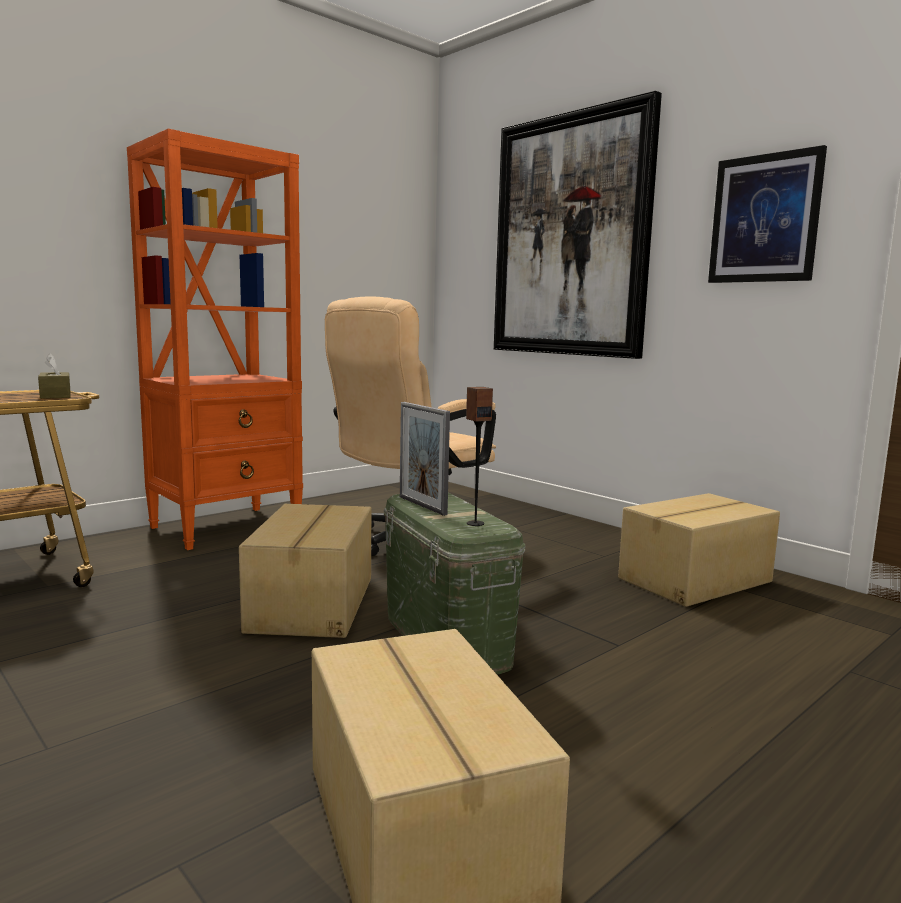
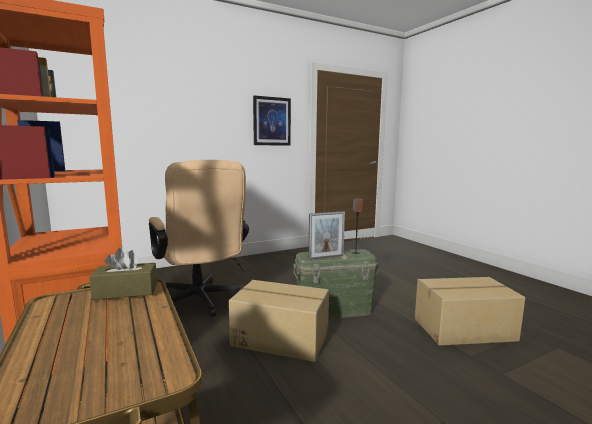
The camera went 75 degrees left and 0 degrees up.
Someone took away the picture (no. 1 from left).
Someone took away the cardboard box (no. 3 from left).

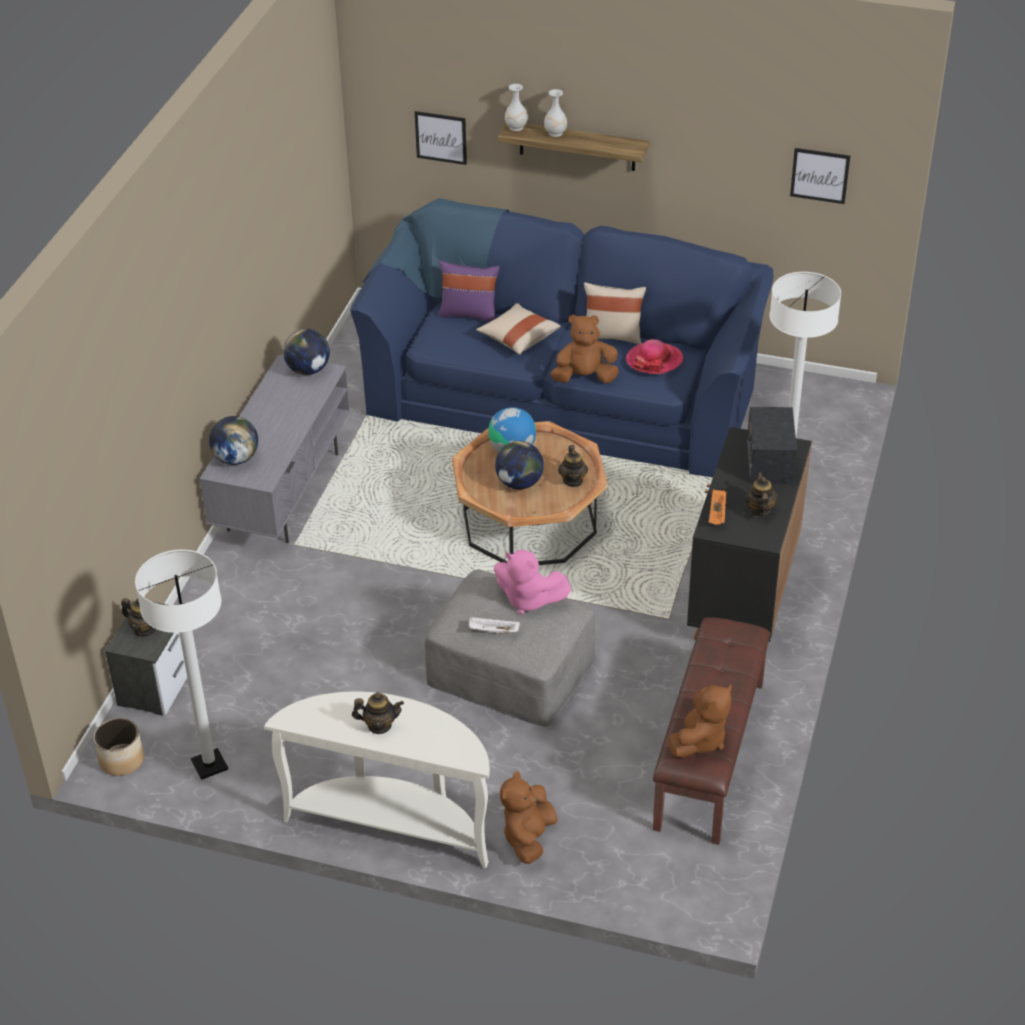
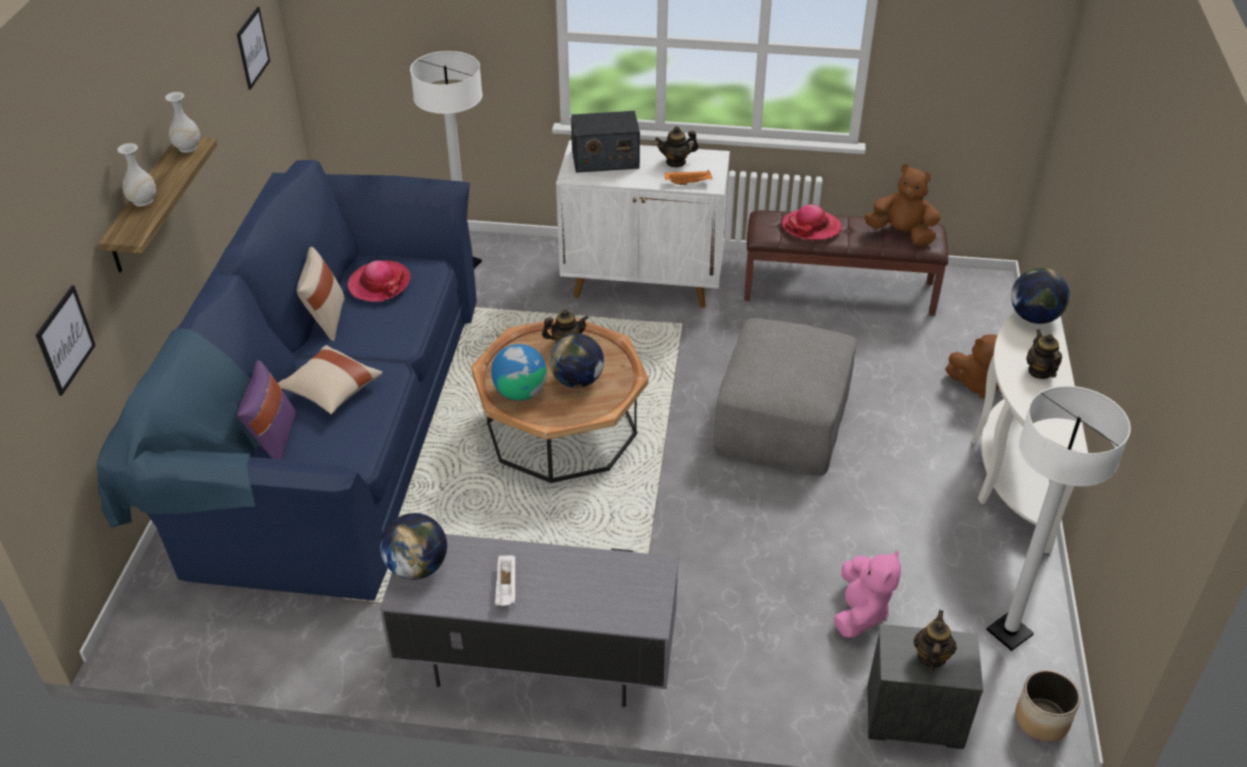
The camera went 100 degrees left and 0 degrees up.
Someone carried the white vase (no. 1 from left in the first image).
Someone took away the brown plush toy (no. 2 from left).
Someone carried the globe (no. 1 from left in the first image).
Someone repainted the black cabinet, which became the white cabinet.
Someone carried the pink plush toy.
Someone carried the white tray.
Someone put down the hat (no. 2 from left).

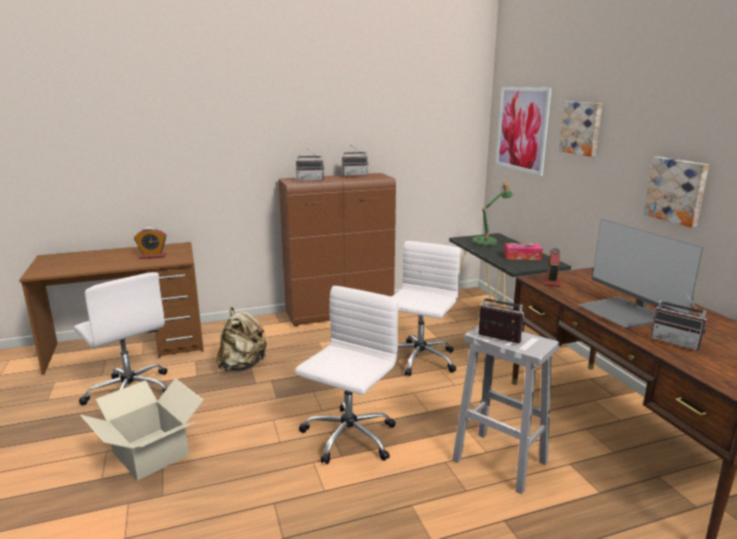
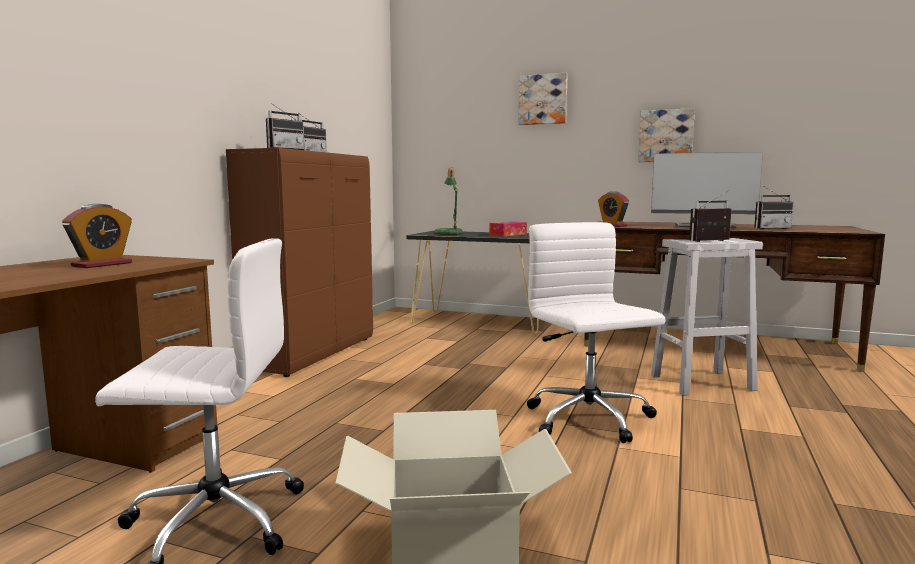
The camera went 50 degrees left and 10 degrees down.
Someone took away the picture (no. 1 from left).
Someone took away the white office chair (no. 3 from left).
Someone took away the beige backpack.

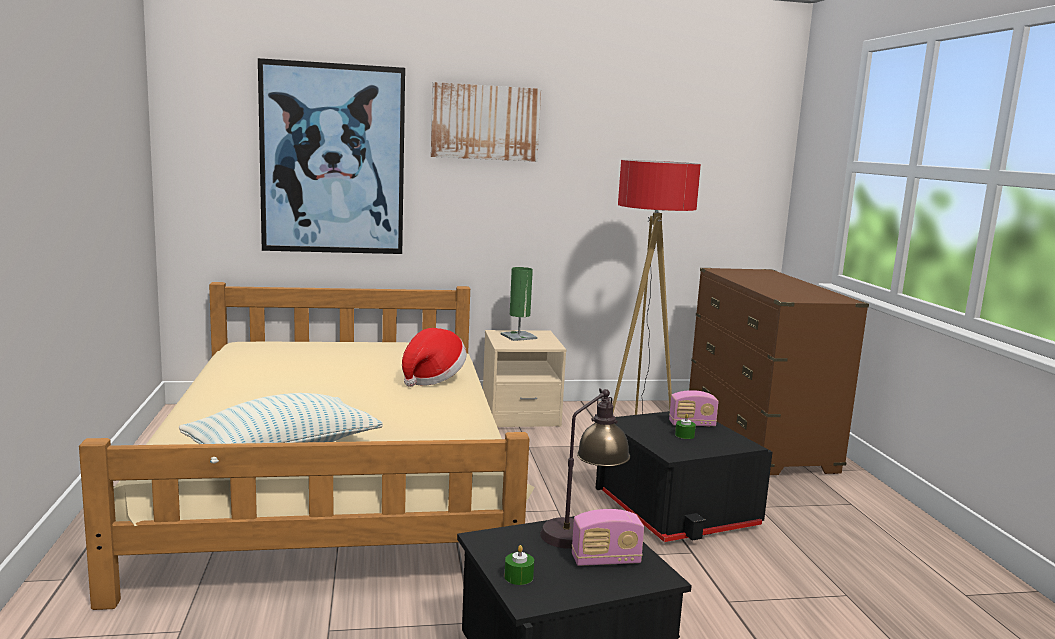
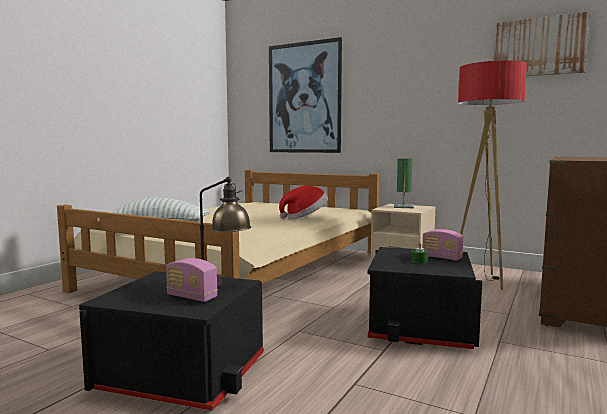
The camera went 40 degrees right and 5 degrees down.
Someone carried the picture (no. 2 from left).
Someone took away the green candle (no. 1 from left).

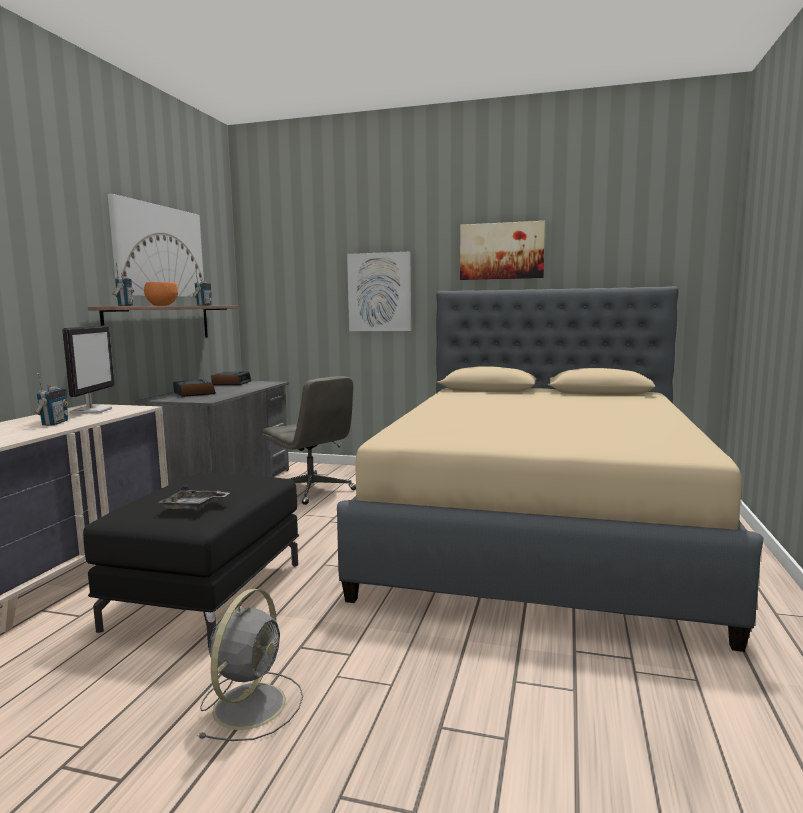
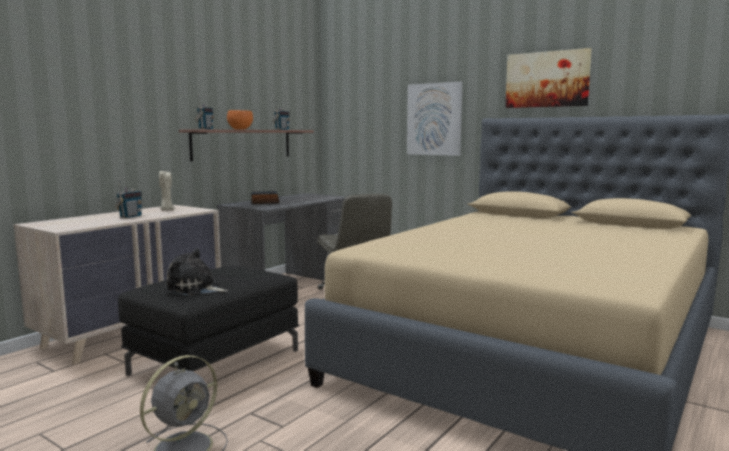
The camera went 20 degrees right and 0 degrees up.
Someone took away the picture (no. 1 from left).
Someone swapped the monitor for the beige candle.
Someone took away the alarm clock (no. 2 from left).
Someone swapped the grey tray for the plush toy.

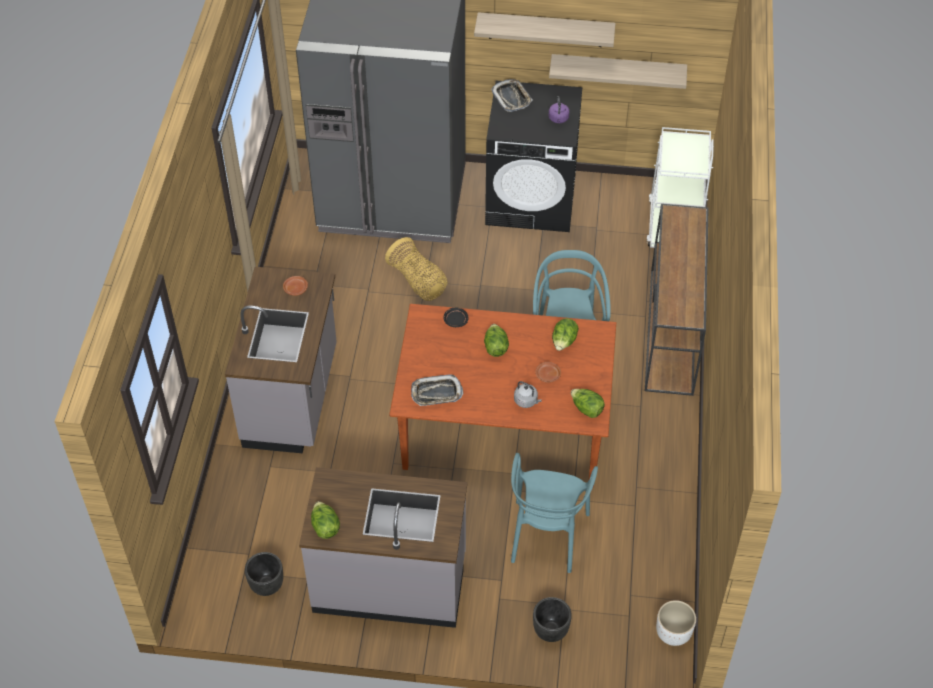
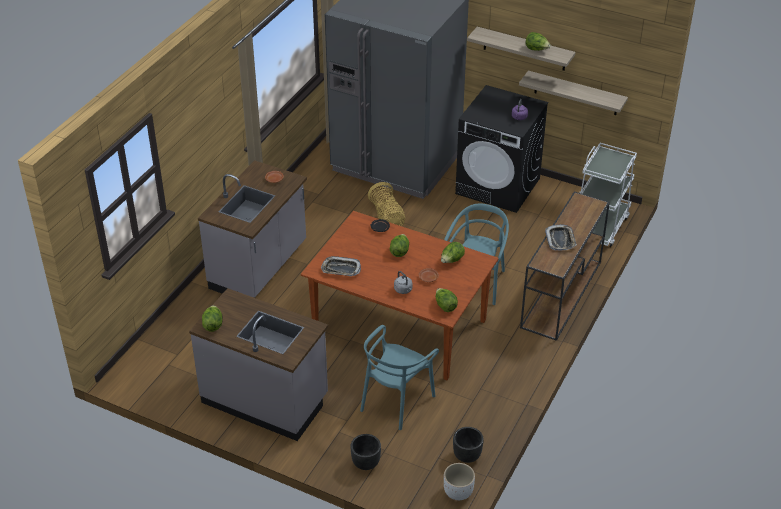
The camera went 20 degrees right and 10 degrees down.
Someone carried the tray (no. 2 from left).
Someone carried the black planter (no. 1 from left in the first image).
Someone put down the lettuce (no. 5 from left).

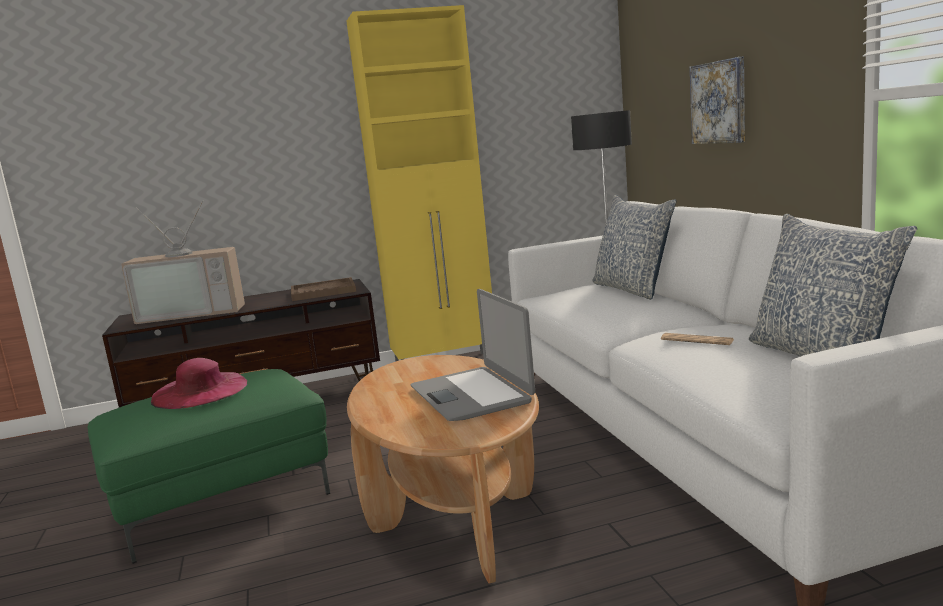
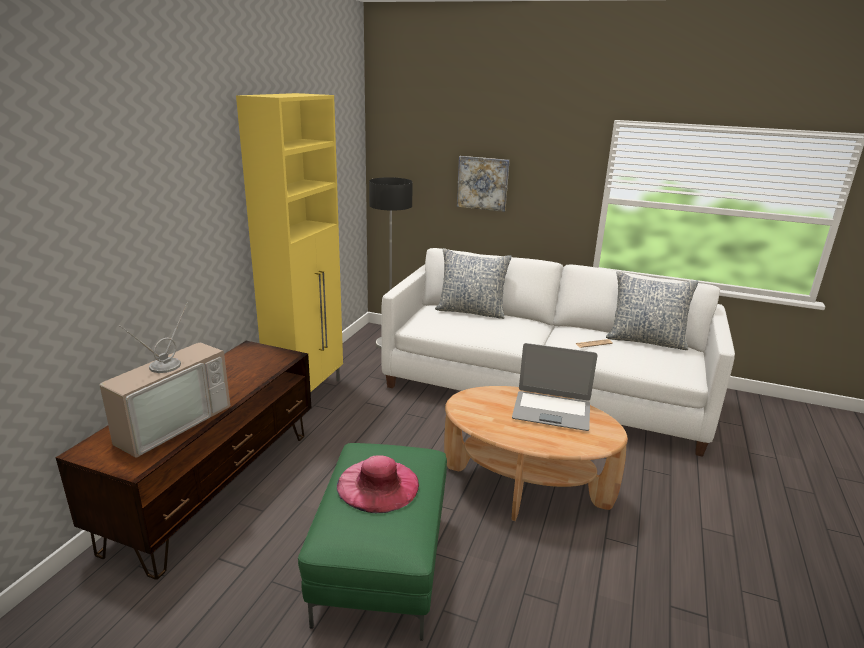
The camera went 55 degrees left and 10 degrees up.
Someone took away the brown tray.

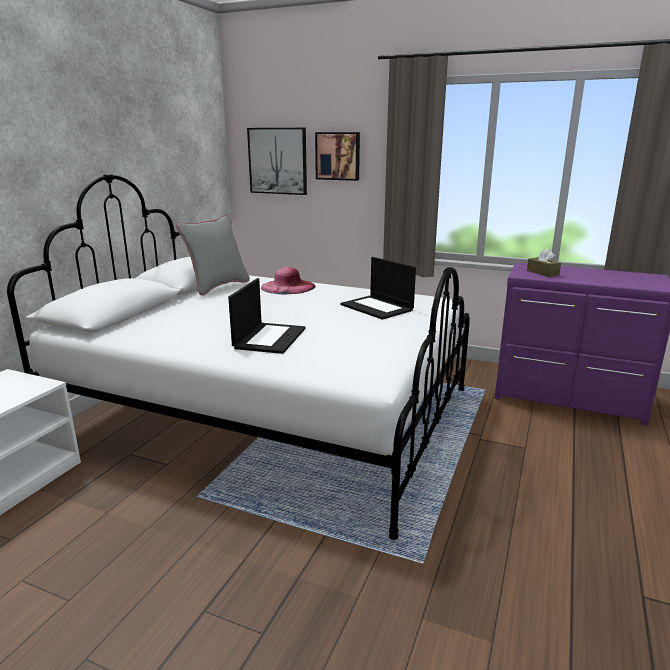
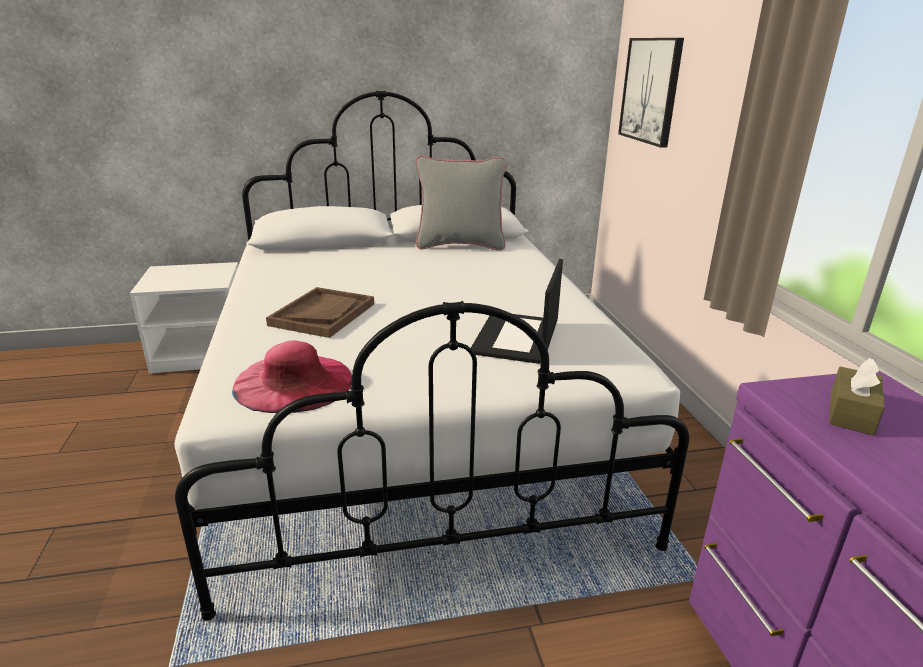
The camera went 55 degrees right and 5 degrees up.
Someone took away the picture (no. 2 from left).
Someone carried the pink hat.
Someone swapped the laptop (no. 1 from left) for the brown tray.

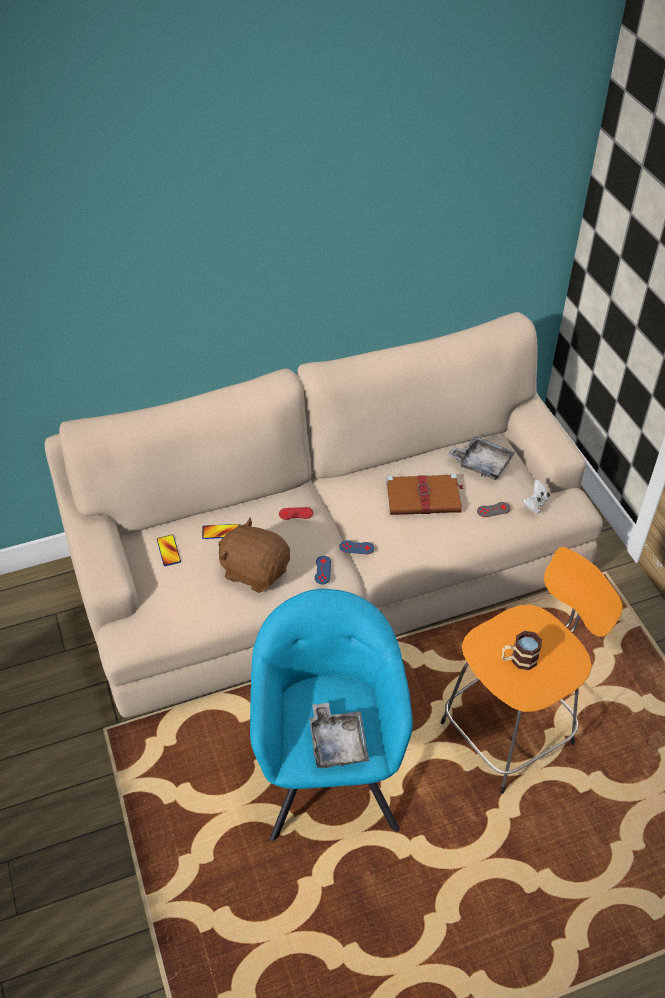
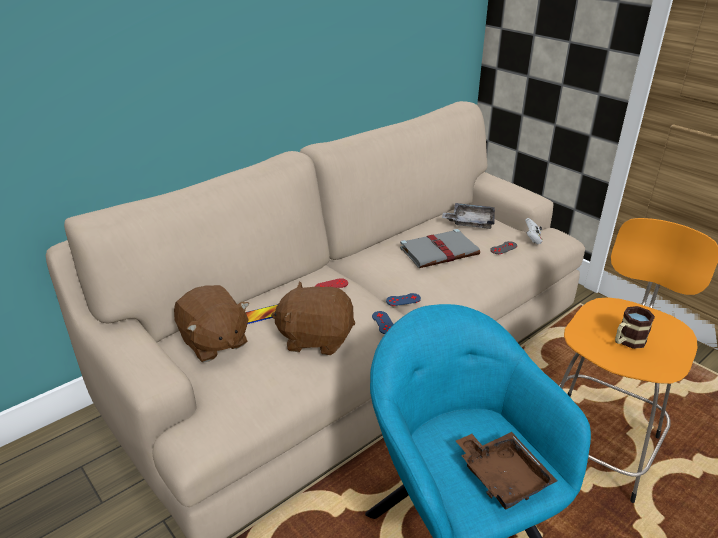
The camera went 20 degrees left and 15 degrees down.
Someone repainted the brown book, which became the grey book.
Someone swapped the phone (no. 1 from left) for the brown plush toy (no. 1 from left).
Someone repainted the grey tray (no. 1 from left), which became the brown tray.

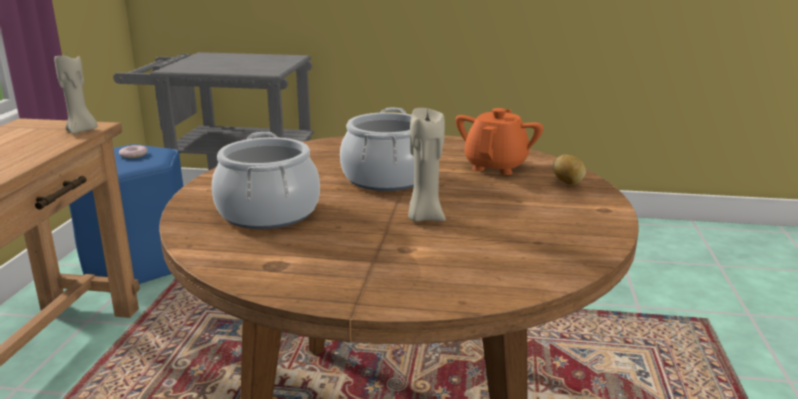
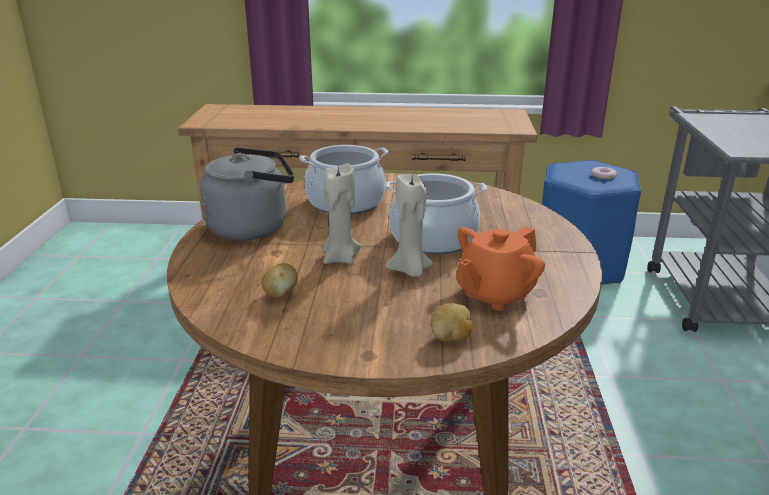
The camera went 85 degrees right and 5 degrees up.
Someone carried the beige candle (no. 1 from left in the first image).
Someone rotated the orange teapot by 120 degrees clockwise.
Someone put down the grey kettle.
Someone put down the potato (no. 1 from left).

